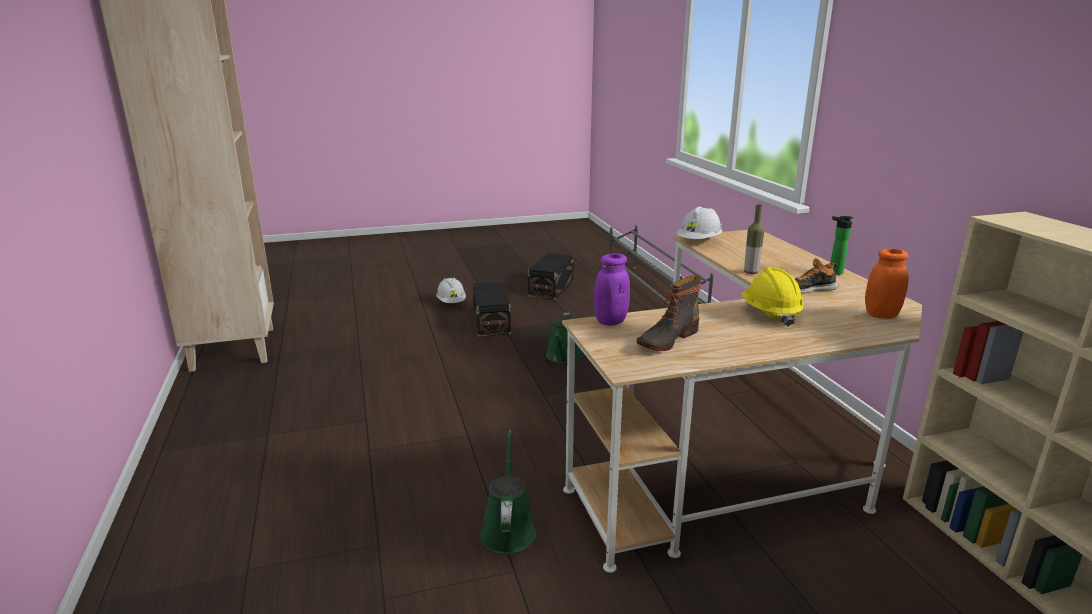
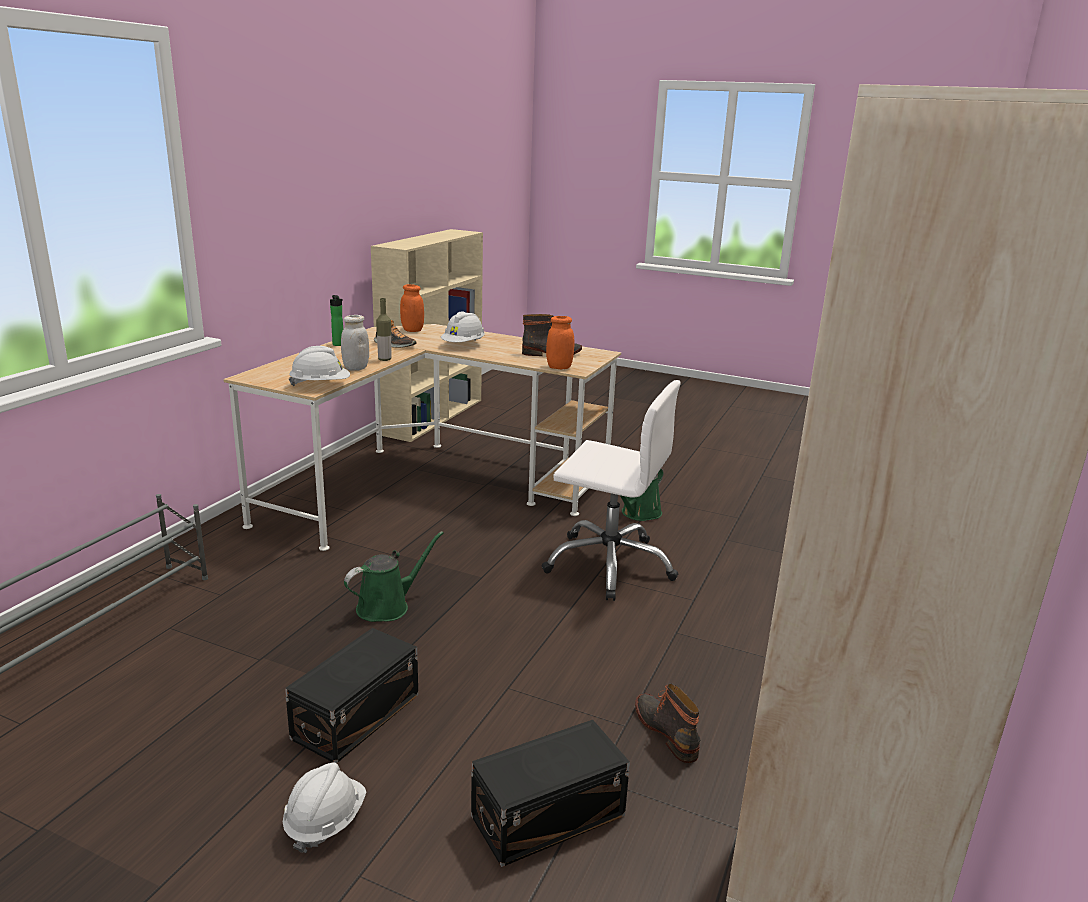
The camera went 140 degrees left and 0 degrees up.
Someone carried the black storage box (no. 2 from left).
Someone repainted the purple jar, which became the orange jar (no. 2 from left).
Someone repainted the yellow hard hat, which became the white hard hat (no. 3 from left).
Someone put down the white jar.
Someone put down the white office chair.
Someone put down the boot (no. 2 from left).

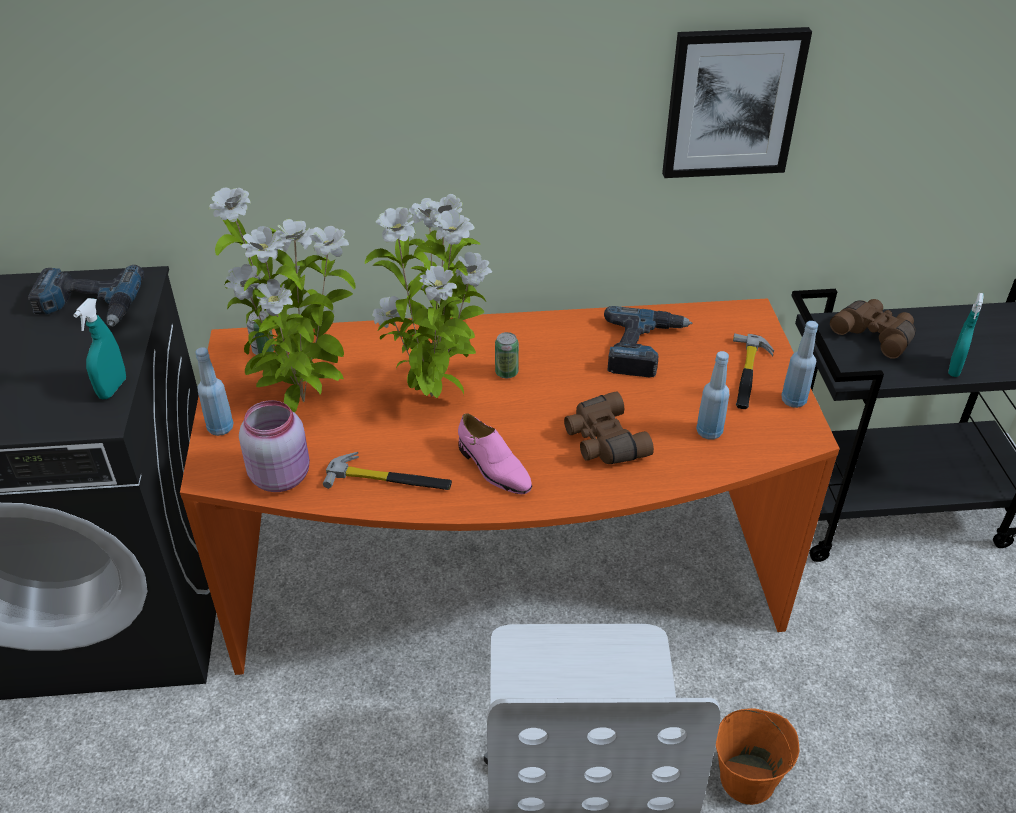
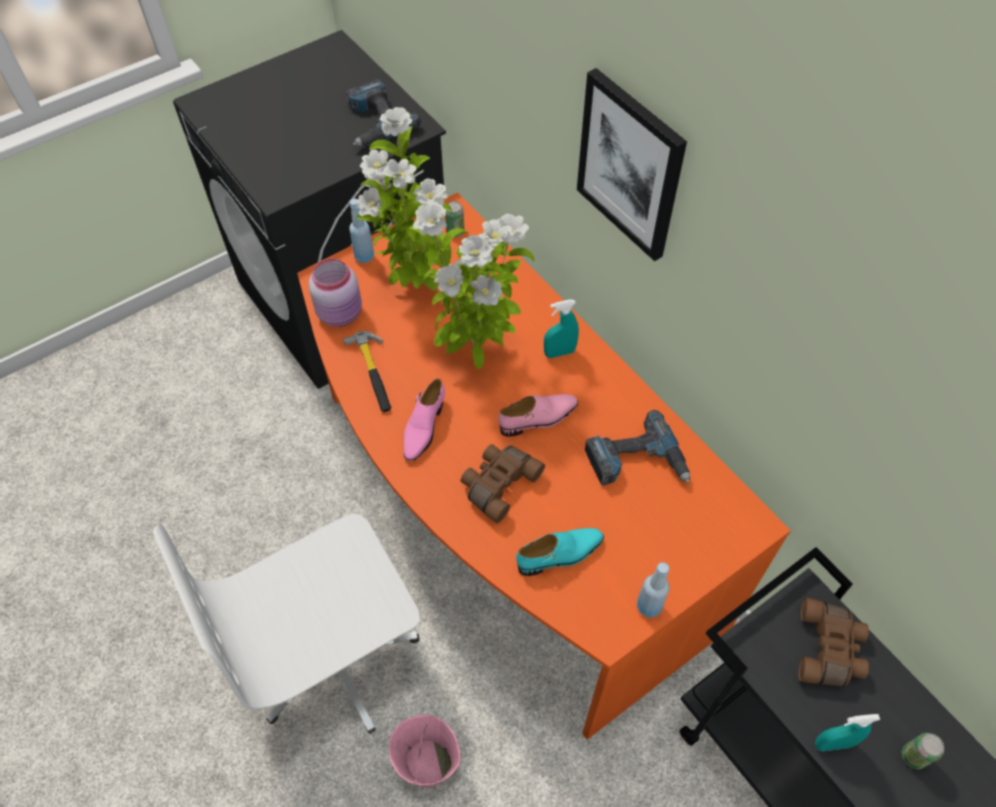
The camera went 60 degrees right and 15 degrees up.
Someone carried the picture.
Someone carried the turquoise spray bottle (no. 1 from left).
Someone carried the can (no. 2 from left).
Someone took away the hammer (no. 2 from left).
Someone swapped the blue bottle (no. 2 from left) for the turquoise shoe.
Someone repainted the orange bucket, which became the pink bucket.
Someone put down the pink shoe (no. 2 from left).

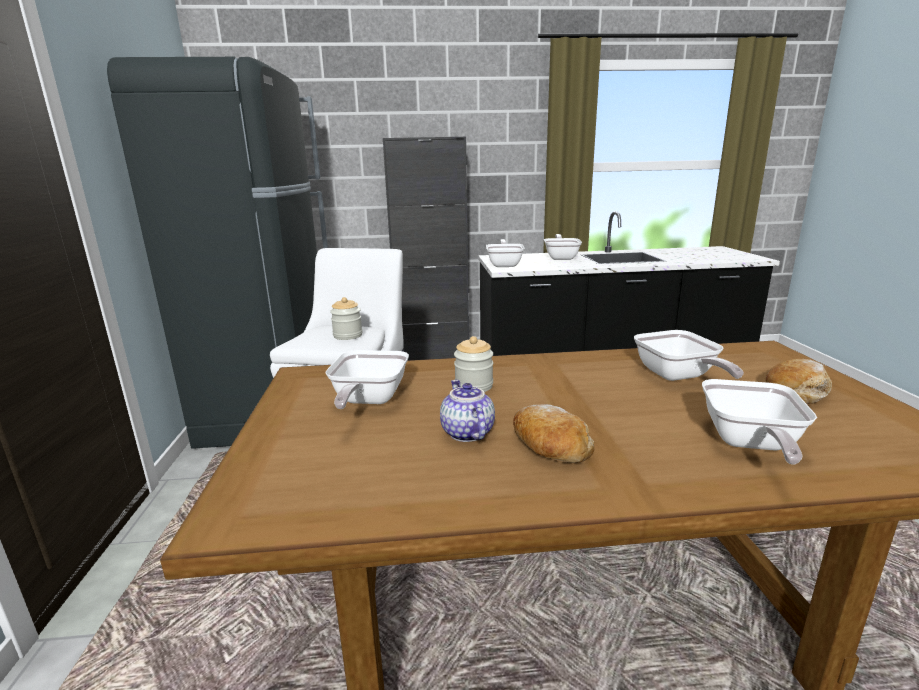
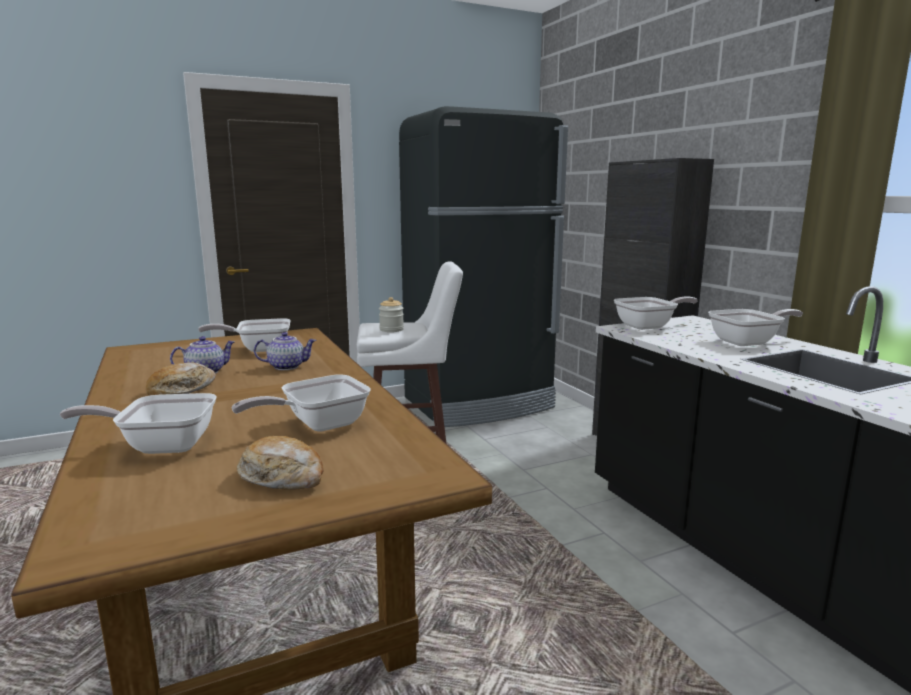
The camera went 70 degrees right and 5 degrees down.
Someone swapped the jar (no. 2 from left) for the teapot (no. 2 from left).

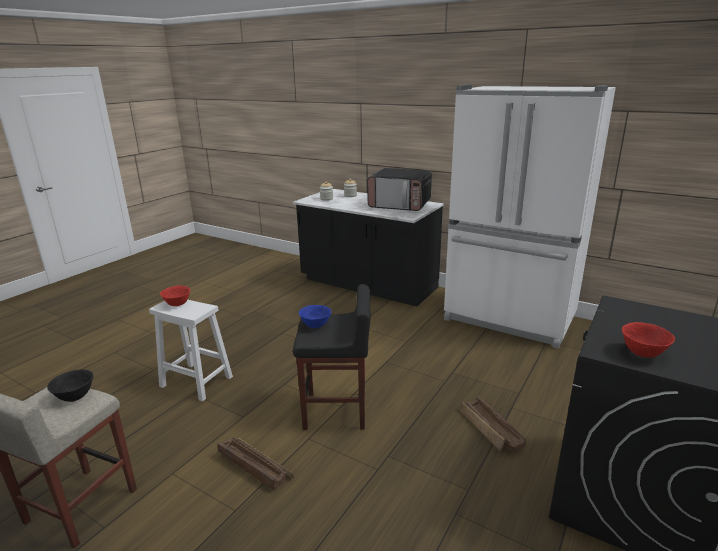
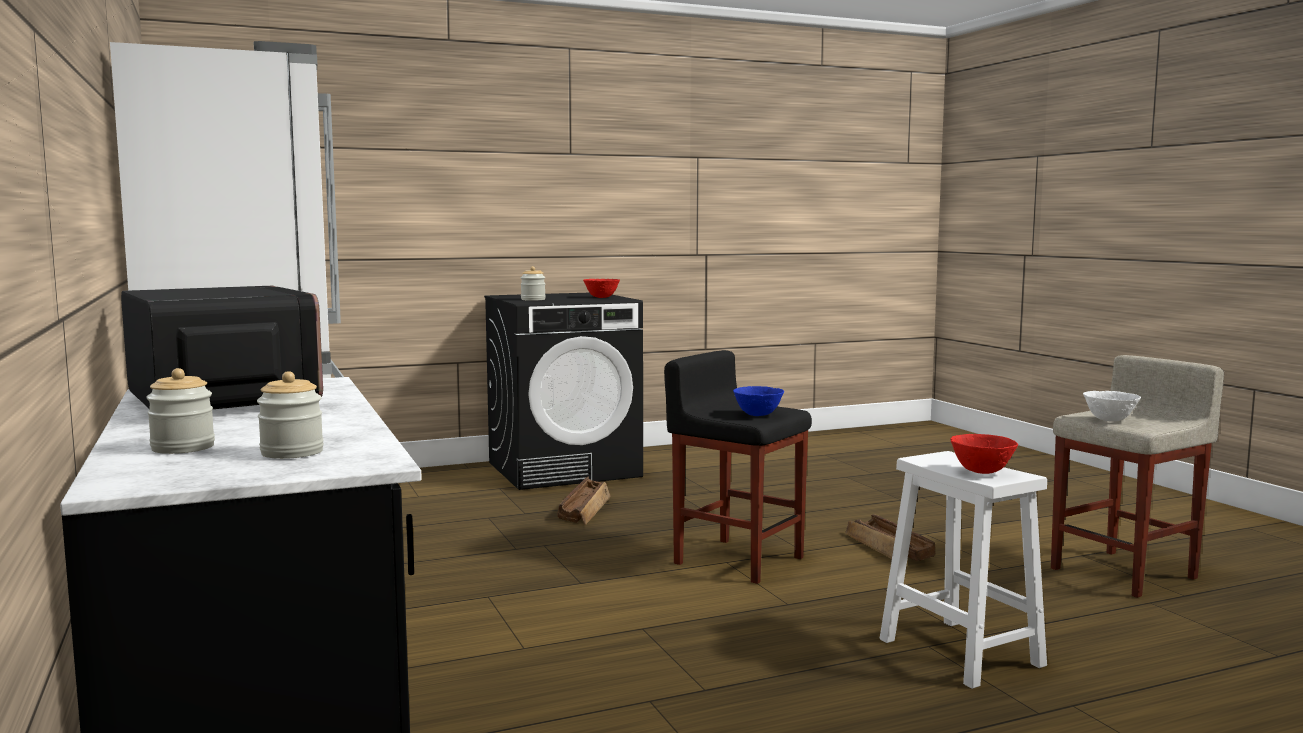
The camera went 145 degrees left and 15 degrees down.
Someone repainted the black bowl, which became the white bowl.
Someone put down the jar (no. 3 from left).

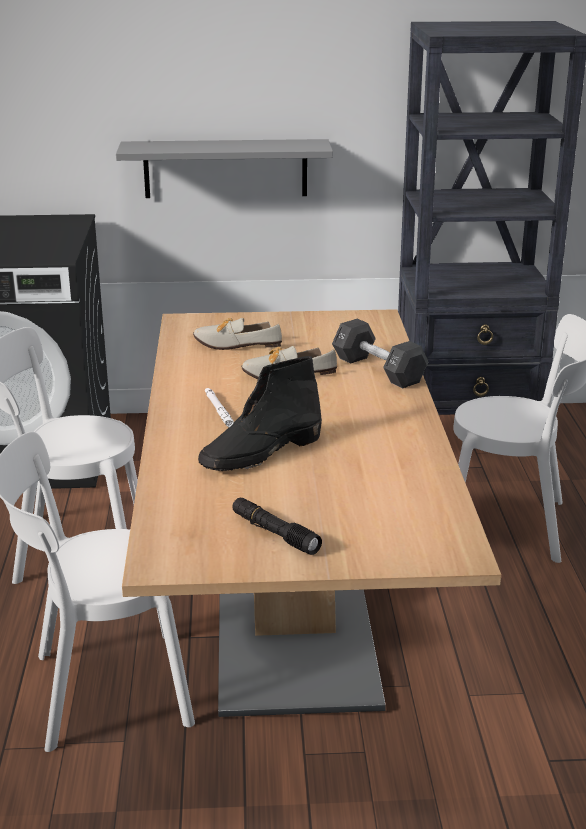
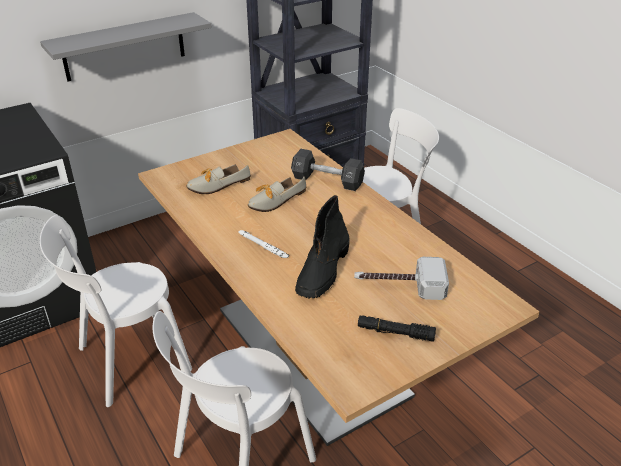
The camera went 30 degrees left and 10 degrees up.
Someone put down the hammer.

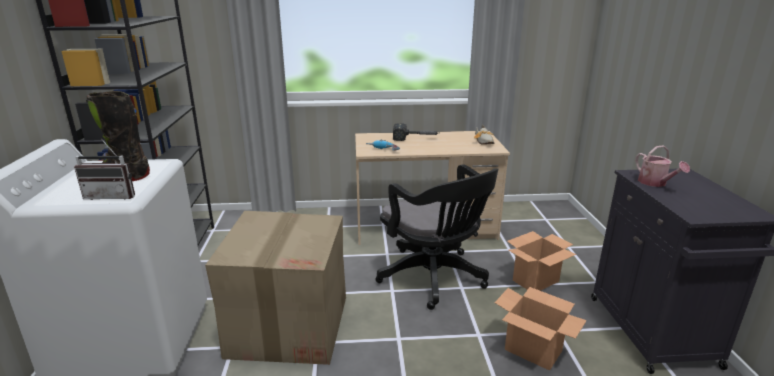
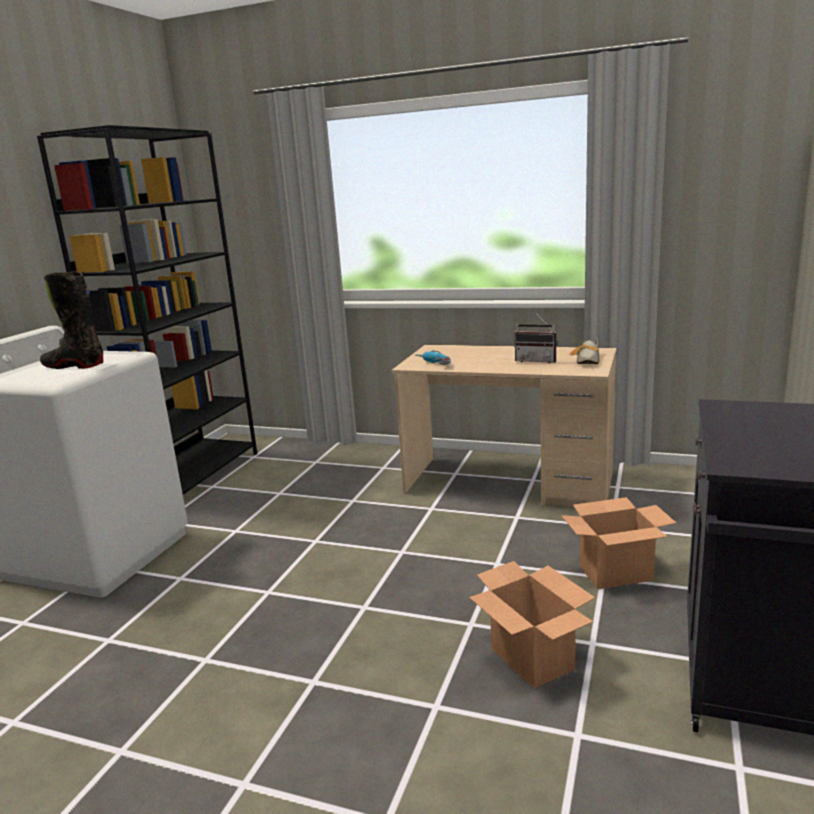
The camera went 25 degrees right and 5 degrees down.
Someone took away the hammer.
Someone carried the radio.
Someone took away the watering can.
Someone took away the black office chair.
Someone took away the cardboard box (no. 1 from left).

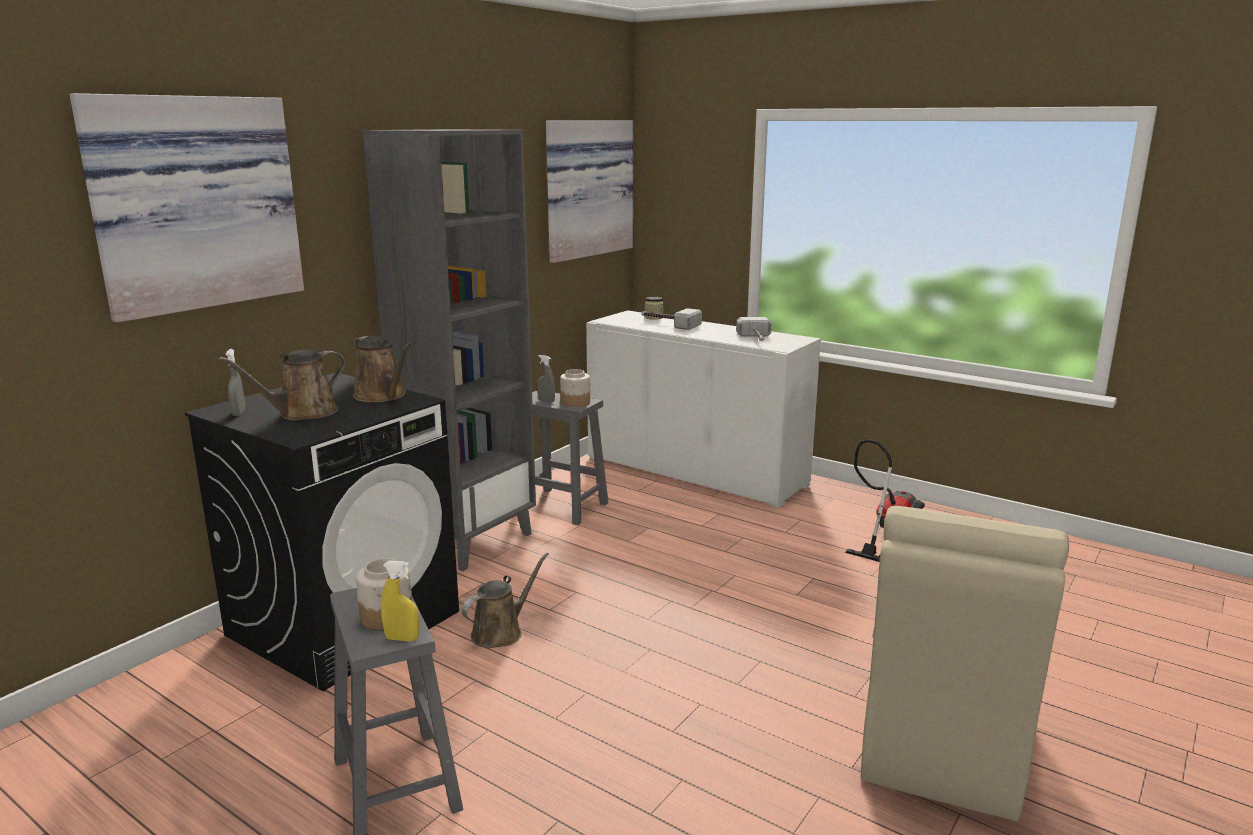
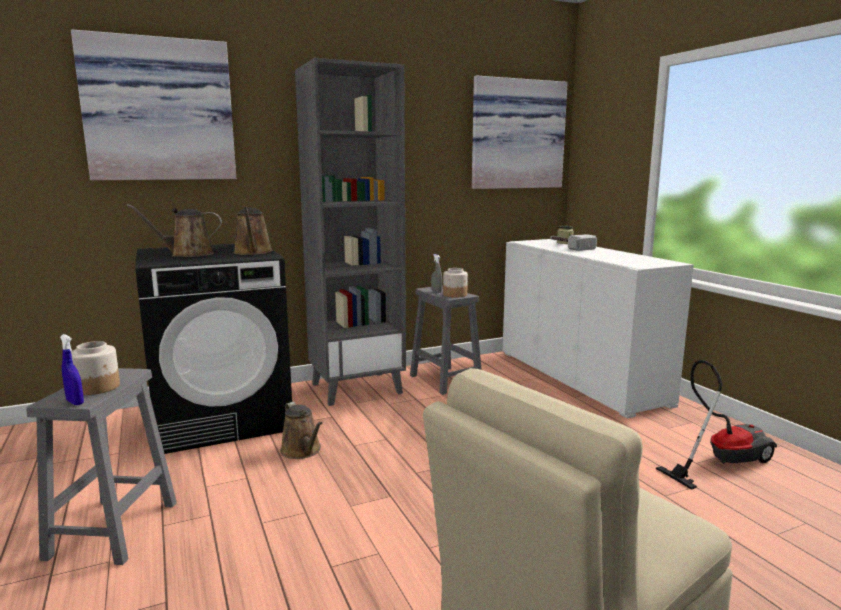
The camera went 30 degrees right and 5 degrees down.
Someone took away the hammer (no. 2 from left).
Someone took away the grey spray bottle (no. 1 from left).
Someone rotated the brown watering can (no. 3 from left) by 75 degrees clockwise.
Someone repainted the yellow spray bottle, which became the blue spray bottle.

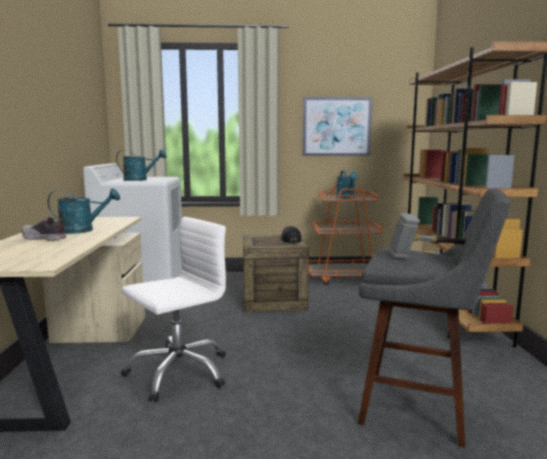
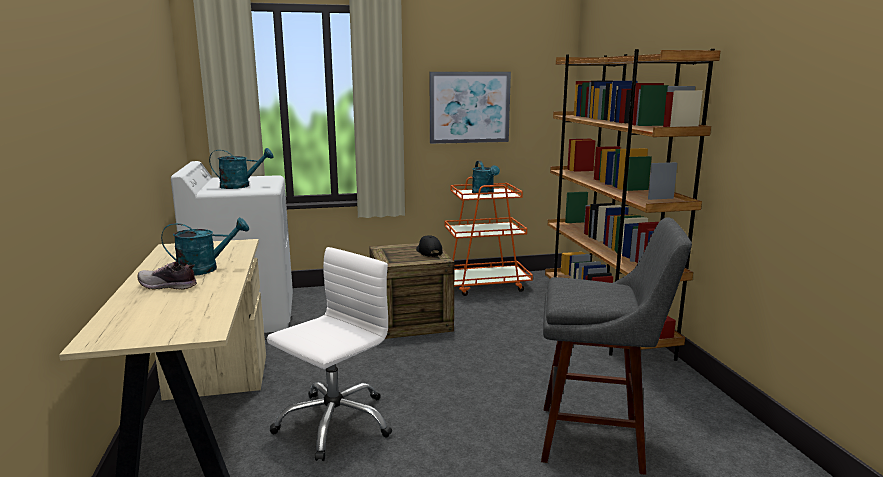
The camera went 10 degrees left and 5 degrees up.
Someone took away the hammer.

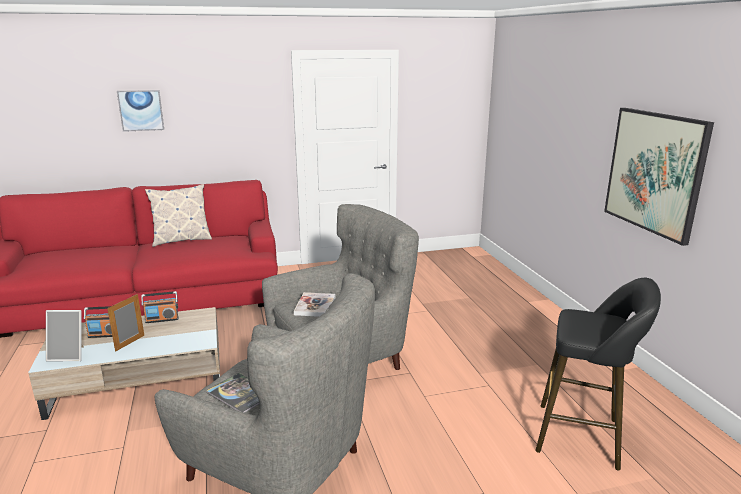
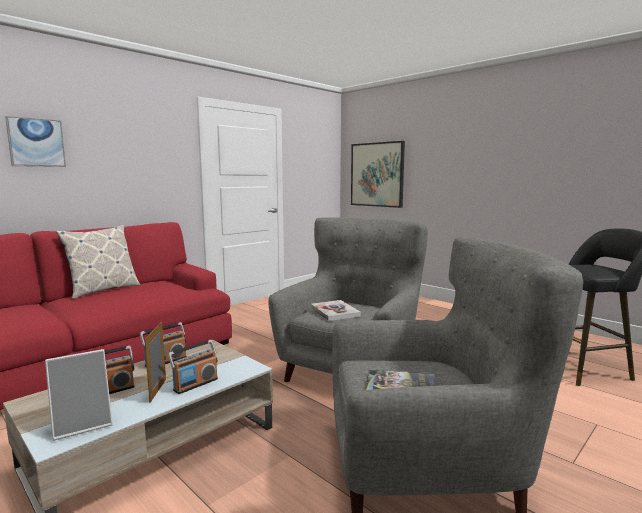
The camera went 30 degrees left and 10 degrees down.
Someone carried the picture (no. 2 from left).
Someone put down the radio (no. 3 from left).

